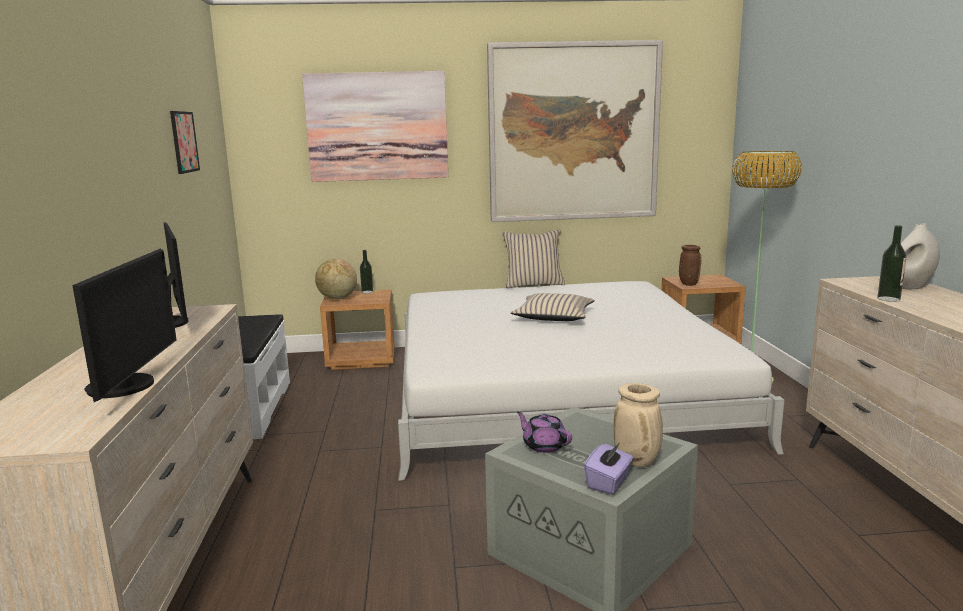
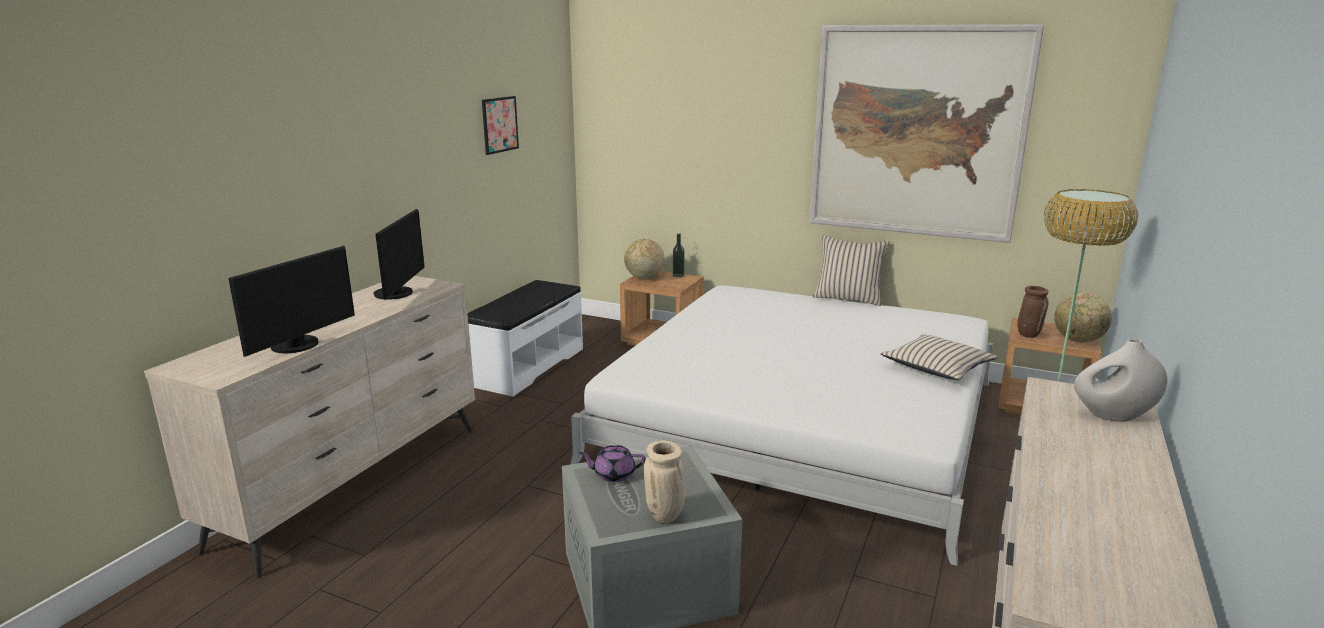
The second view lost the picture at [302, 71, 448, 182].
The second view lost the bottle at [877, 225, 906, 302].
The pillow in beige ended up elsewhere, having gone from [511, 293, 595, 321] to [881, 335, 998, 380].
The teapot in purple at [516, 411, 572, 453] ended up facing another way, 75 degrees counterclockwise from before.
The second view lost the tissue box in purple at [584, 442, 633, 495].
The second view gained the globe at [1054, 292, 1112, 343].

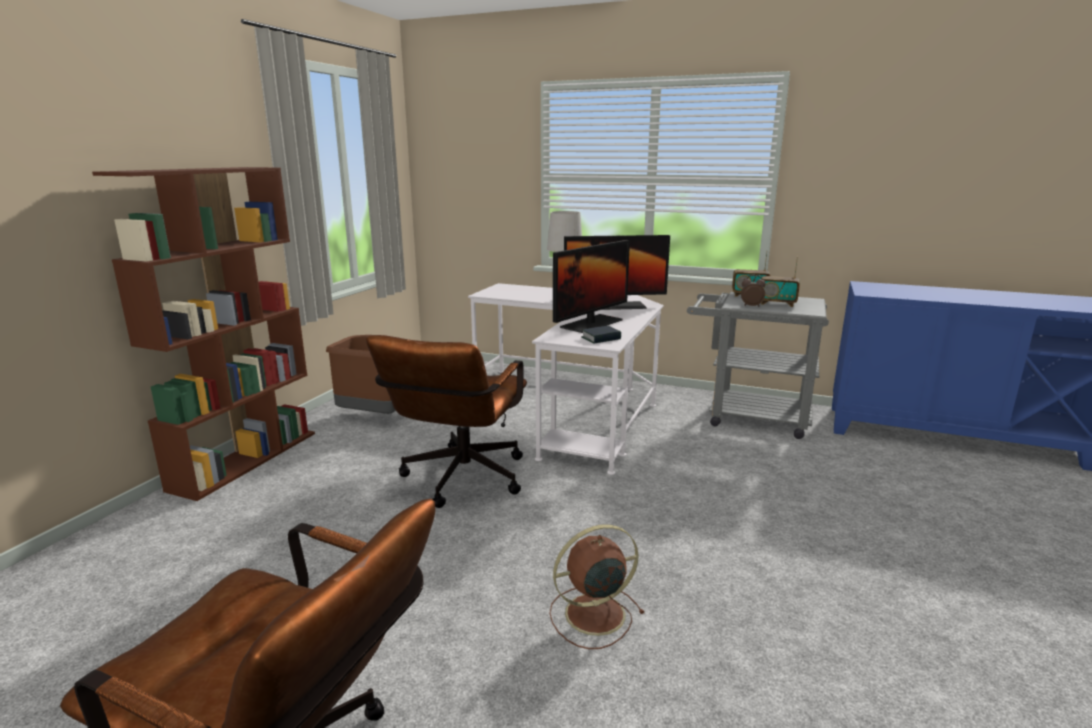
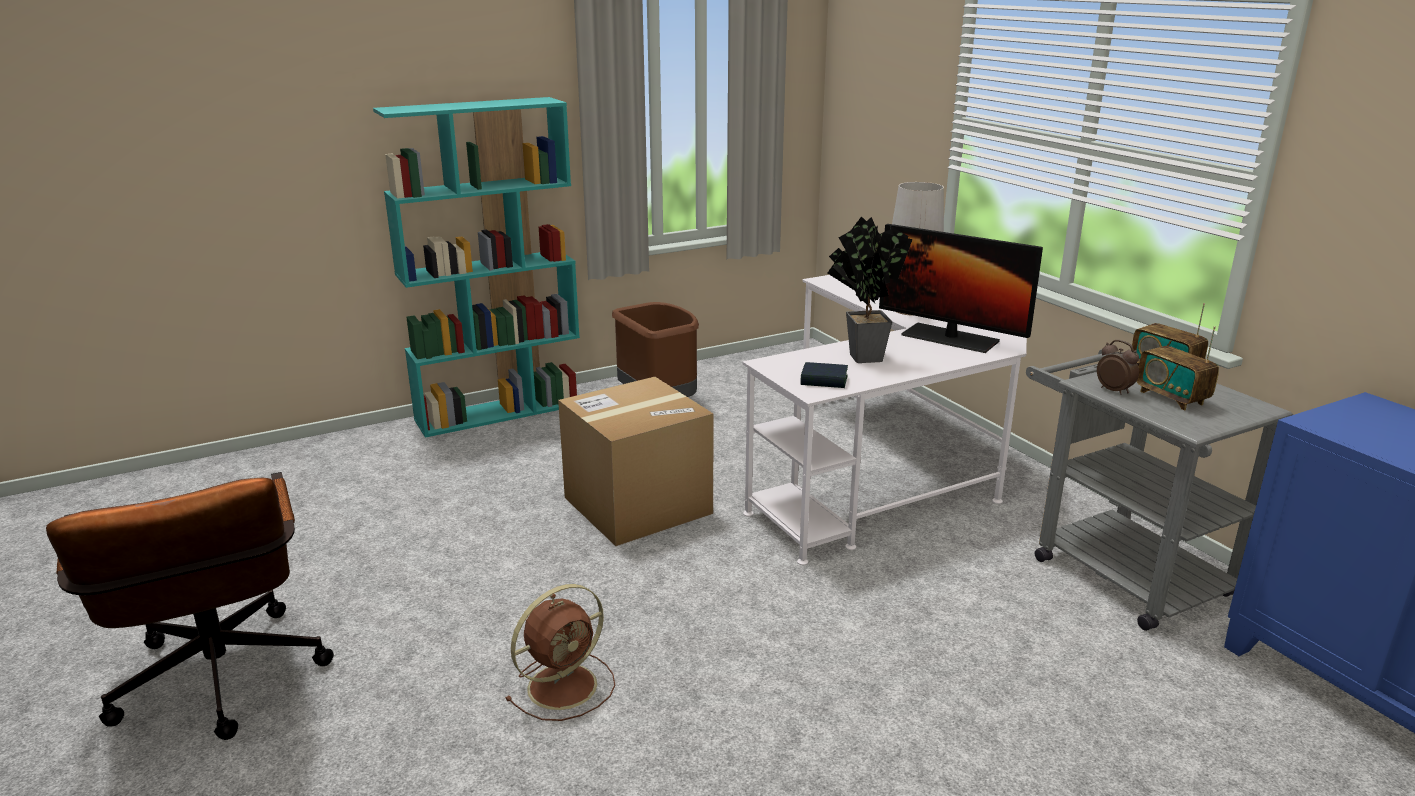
What was the bookcase in brown at [92, 167, 315, 501] turned into the bookcase in turquoise at [373, 97, 580, 438].
Where the monitor stood at [553, 240, 630, 333], the potted plant came to stand at [828, 216, 913, 363].
Where the office chair in brown stood at [366, 335, 527, 508], the cardboard box came to stand at [558, 377, 714, 546].
The fan in brown at [549, 524, 645, 649] ended up facing another way, 120 degrees clockwise from before.

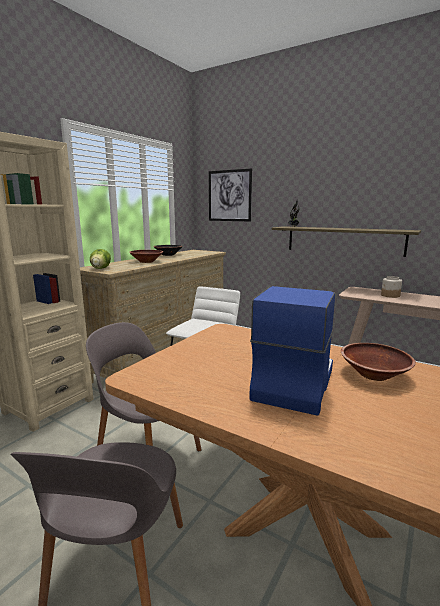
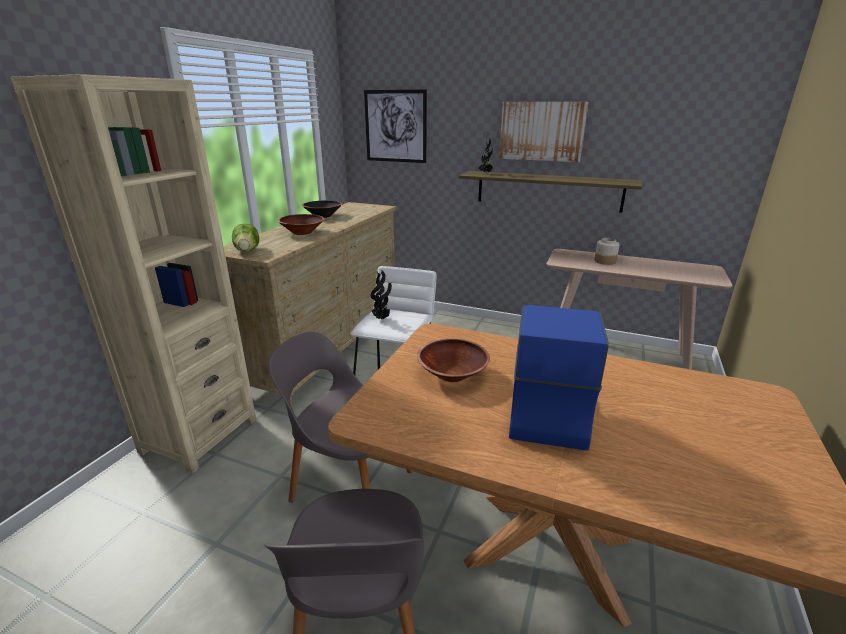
The bowl in brown ended up elsewhere, having gone from [341, 343, 416, 381] to [417, 339, 490, 382].
The second view gained the picture at [499, 102, 588, 162].
The second view gained the potted plant at [371, 271, 392, 320].

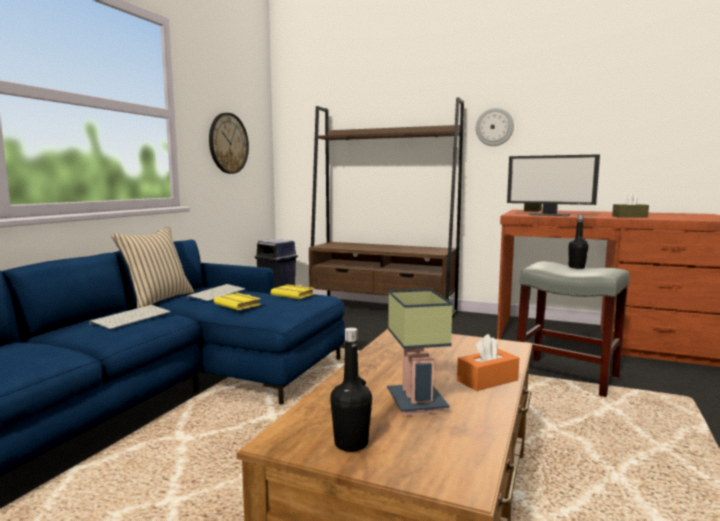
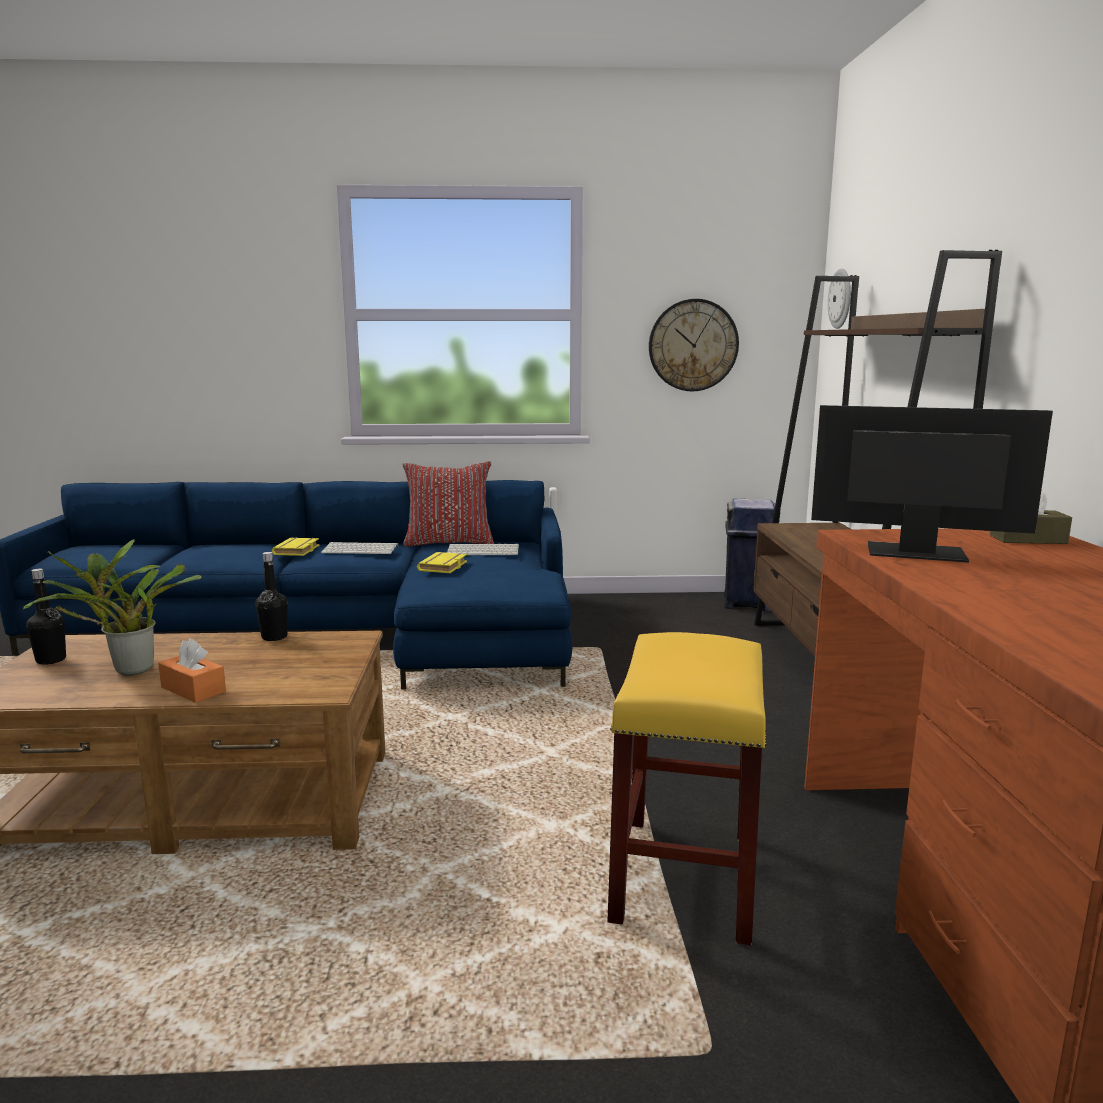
The wall clock ended up elsewhere, having gone from [476, 108, 514, 146] to [828, 269, 851, 329].
The monitor at [507, 154, 600, 216] ended up facing another way, 105 degrees clockwise from before.
The second view lost the tissue box in brown at [612, 192, 649, 218].
The bottle in black ended up elsewhere, having gone from [568, 215, 588, 269] to [256, 552, 288, 641].
What was the pillow in beige at [111, 226, 194, 308] turned into the pillow in red at [403, 461, 494, 547].
What was the stool in grey at [517, 261, 630, 397] turned into the stool in yellow at [607, 632, 767, 945].
The book in yellow ended up elsewhere, having gone from [271, 284, 315, 299] to [272, 537, 319, 556].
Where the table lamp stood at [387, 289, 453, 416], the potted plant came to stand at [23, 539, 201, 676].

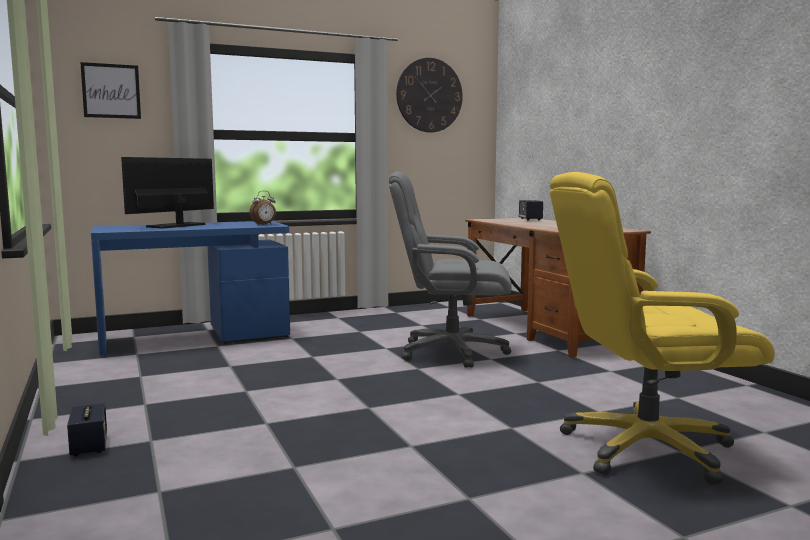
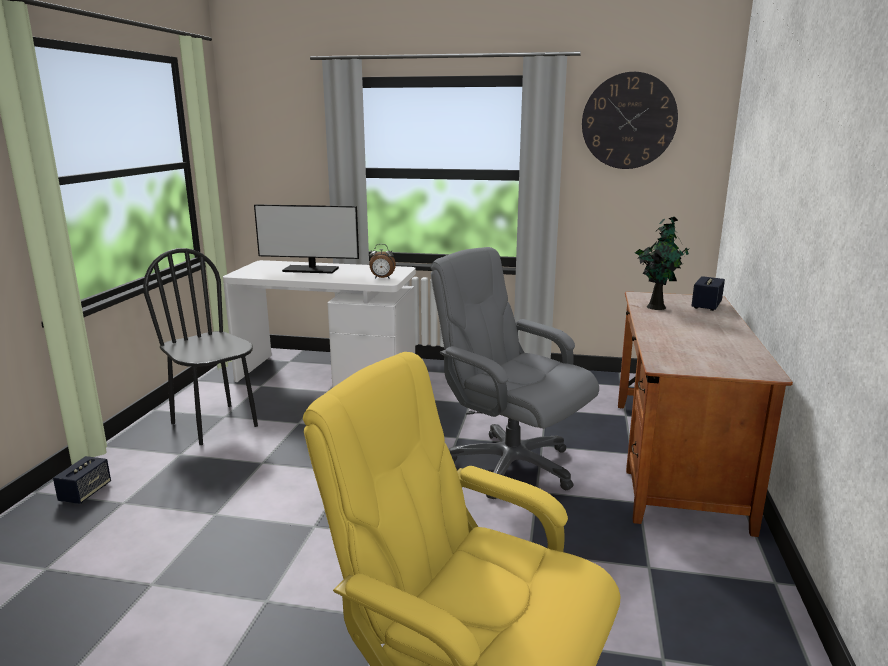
The second view lost the picture at [80, 62, 141, 119].
The monitor at [121, 157, 214, 229] ended up facing another way, 150 degrees counterclockwise from before.
What was the desk in blue at [91, 221, 290, 356] turned into the desk in white at [223, 260, 416, 388].
The second view gained the potted plant at [635, 217, 690, 310].
The second view gained the chair in black at [143, 248, 258, 445].

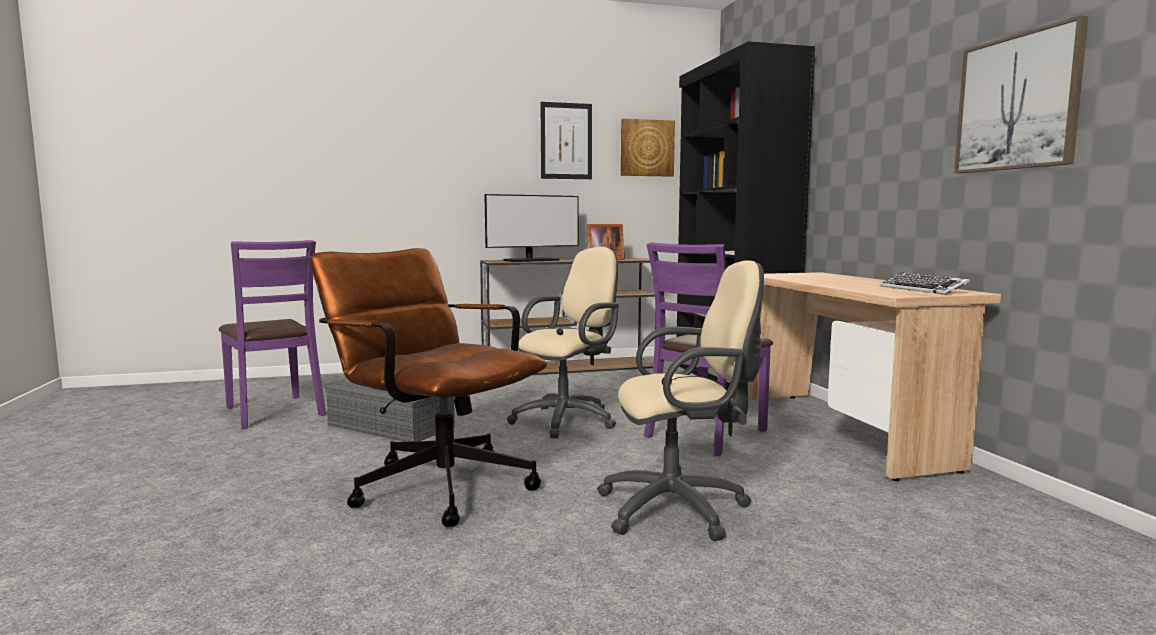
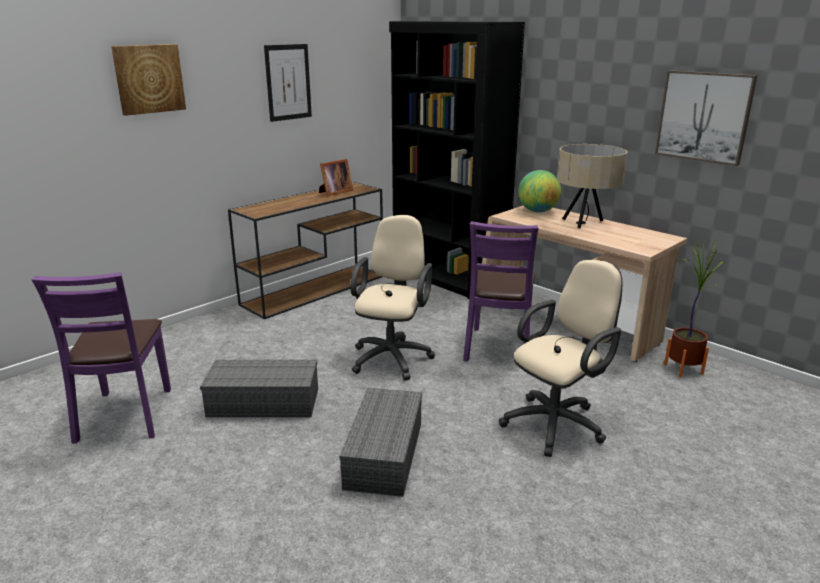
The picture ended up elsewhere, having gone from [621, 119, 675, 177] to [111, 44, 186, 116].
The second view lost the monitor at [484, 194, 579, 262].
The chair in purple at [219, 240, 326, 429] ended up facing another way, 60 degrees clockwise from before.
Where the office chair in brown stood at [310, 248, 547, 527], the storage box in grey came to stand at [340, 388, 422, 497].
The second view lost the keyboard at [880, 272, 970, 295].
The second view gained the table lamp in beige at [557, 144, 628, 228].
The second view gained the globe at [518, 170, 561, 212].
The second view gained the potted plant at [664, 236, 728, 378].

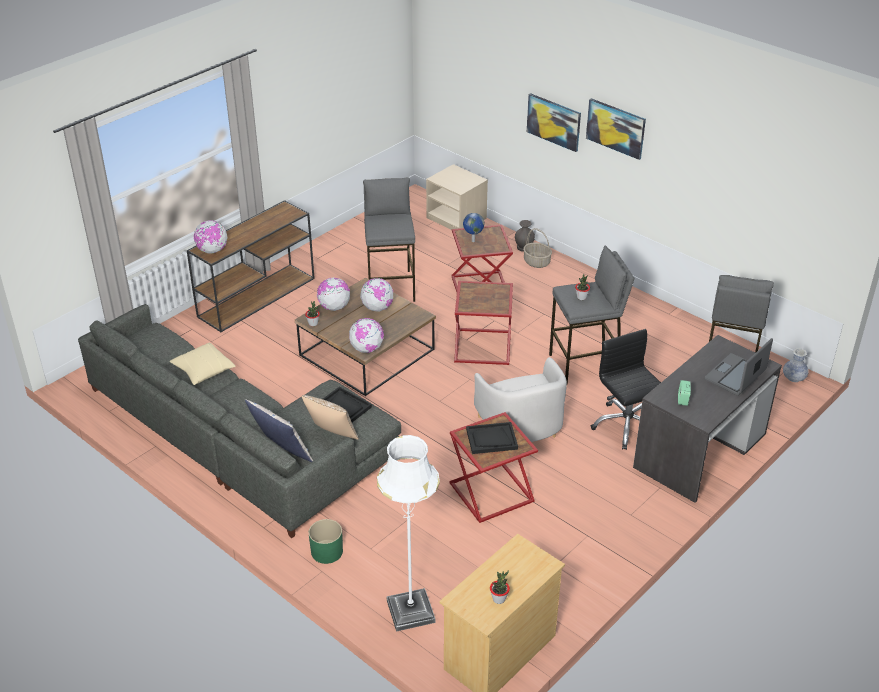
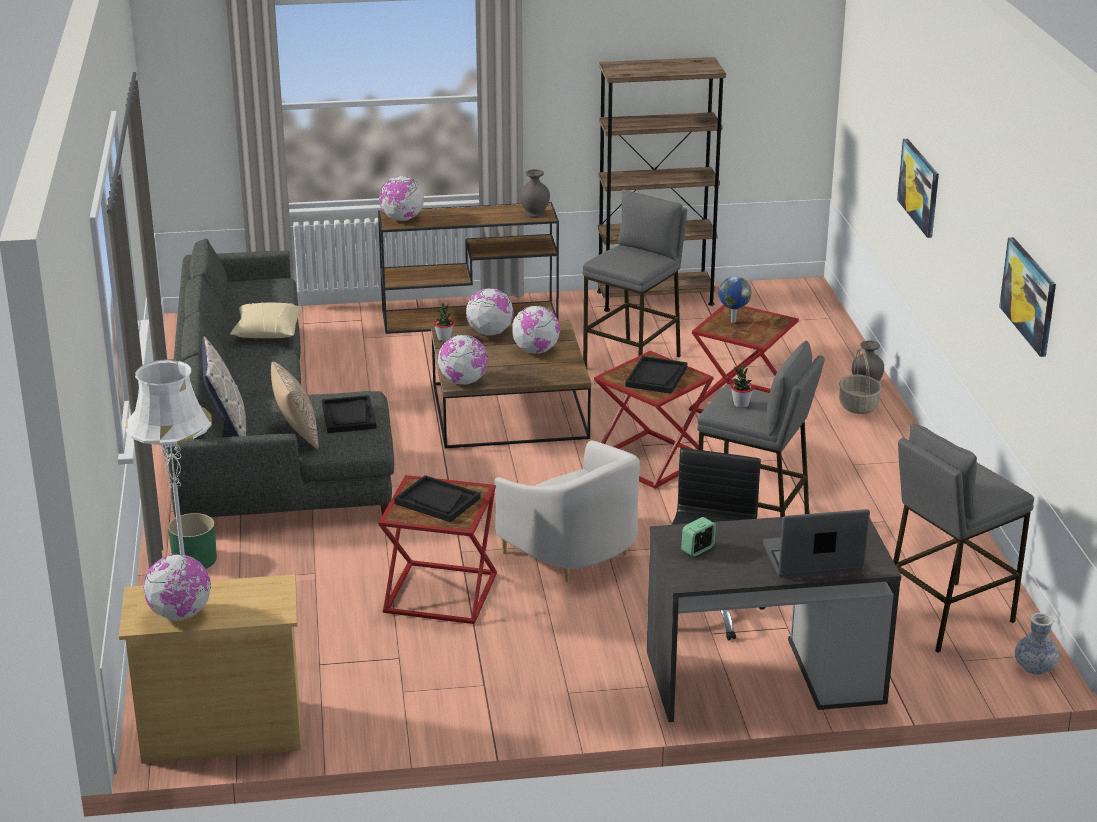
The picture ended up elsewhere, having gone from [586, 98, 646, 160] to [999, 237, 1056, 357].
The second view lost the nightstand in beige at [426, 164, 488, 230].
The armchair in white at [474, 357, 567, 442] ended up facing another way, 60 degrees counterclockwise from before.
Where the potted plant stood at [490, 570, 510, 604], the globe came to stand at [144, 554, 211, 621].
The second view gained the bookcase in brown at [597, 57, 726, 312].
The second view gained the vase in grey at [520, 169, 550, 218].
The second view gained the tray in black at [625, 356, 687, 394].

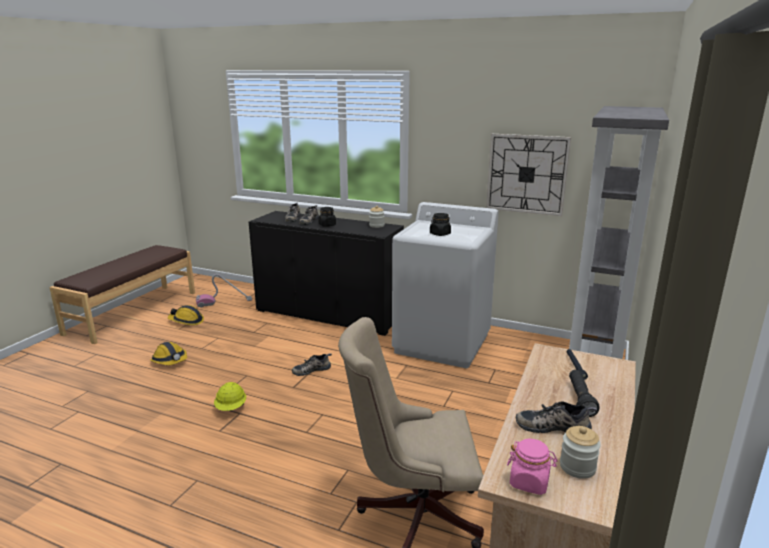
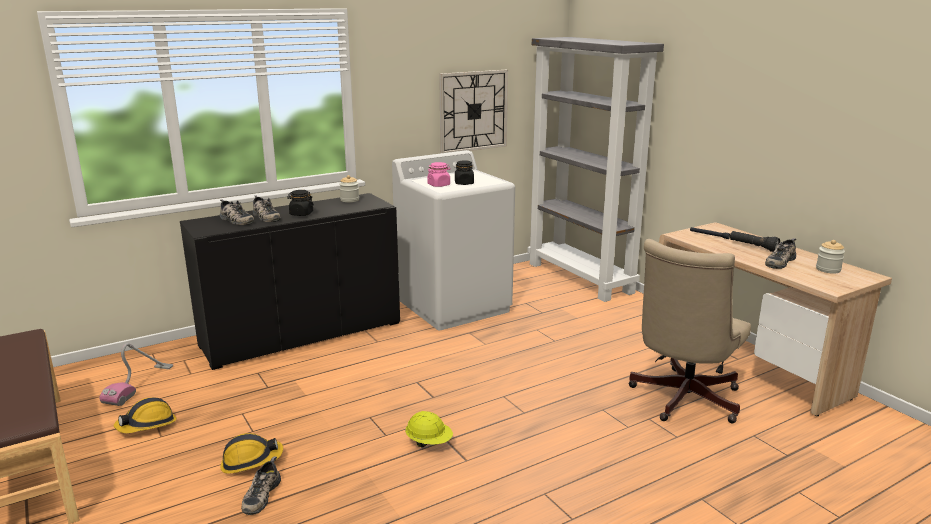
The shoe ended up elsewhere, having gone from [292, 353, 332, 376] to [241, 456, 281, 515].
The jar in pink ended up elsewhere, having gone from [507, 439, 558, 495] to [427, 162, 451, 187].

